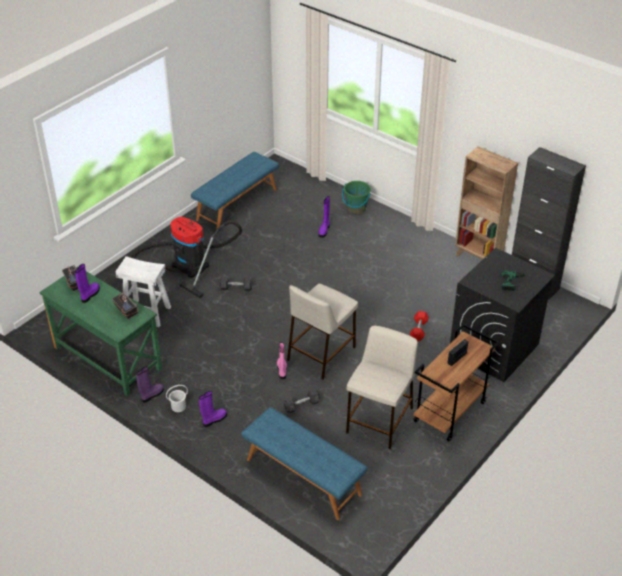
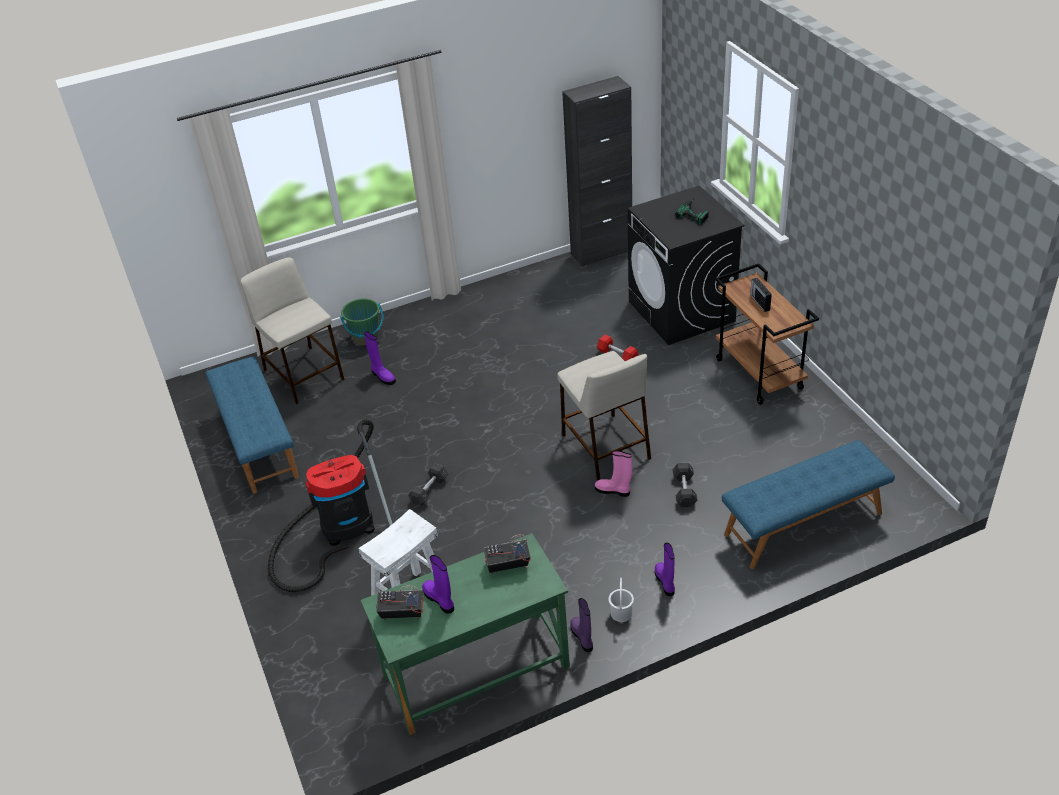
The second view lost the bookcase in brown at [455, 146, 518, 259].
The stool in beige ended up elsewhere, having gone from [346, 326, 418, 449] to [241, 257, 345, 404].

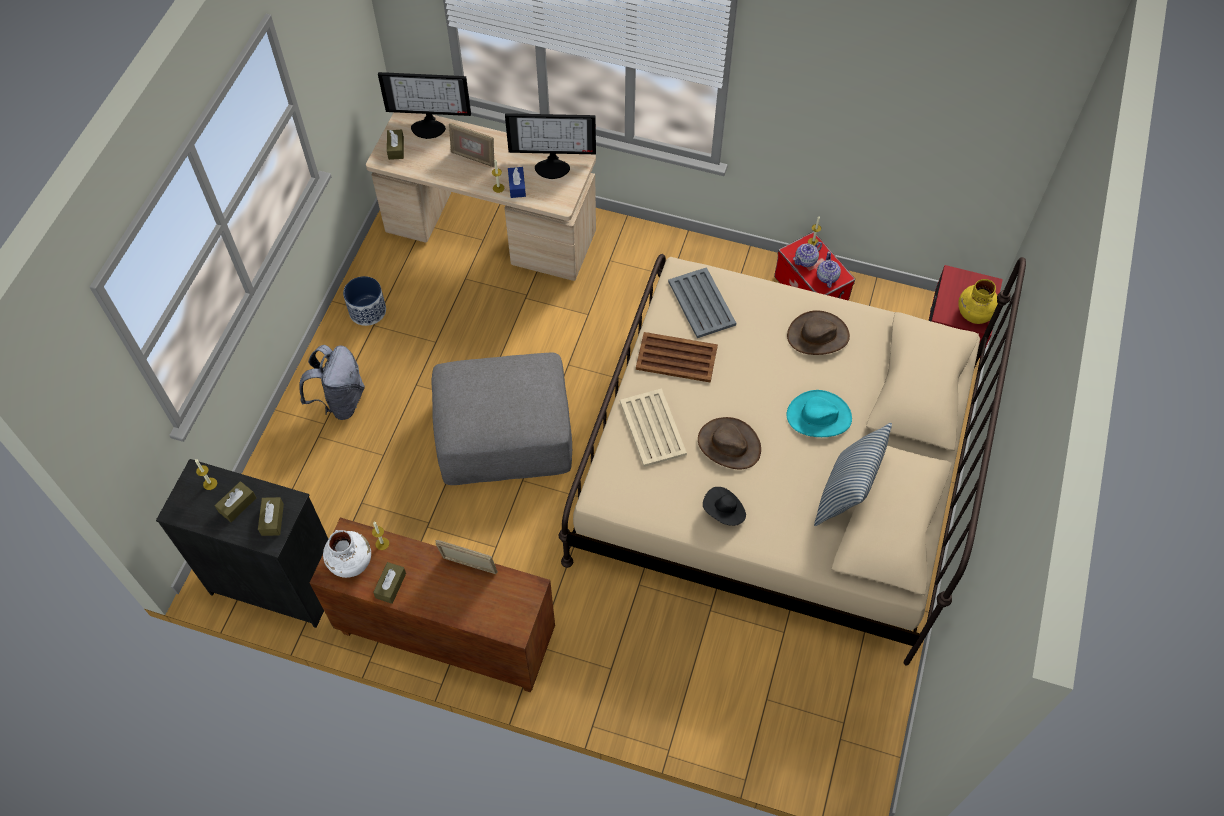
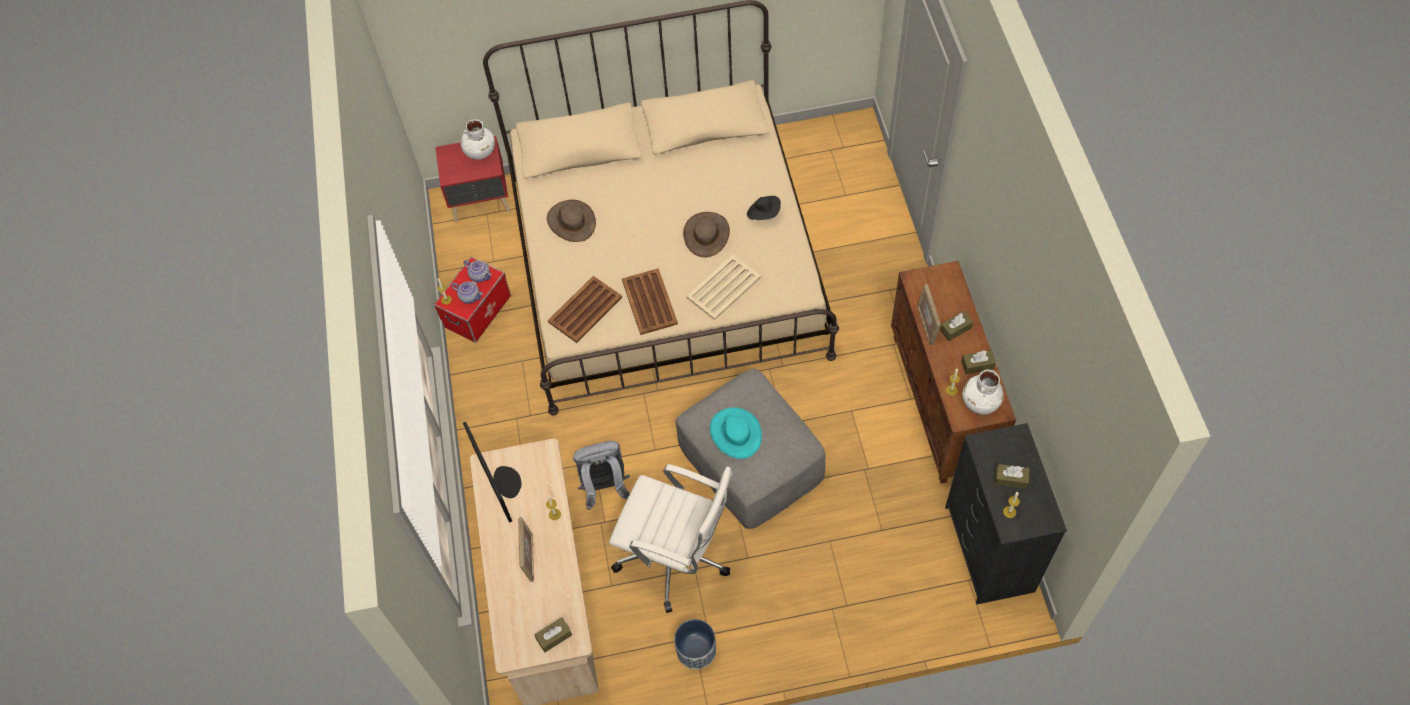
The second view lost the monitor at [378, 72, 471, 139].
The second view lost the tissue box in blue at [508, 167, 526, 198].
The teapot at [817, 251, 841, 288] ended up facing another way, 120 degrees counterclockwise from before.
What was the tray in grey at [668, 267, 736, 338] turned into the tray in brown at [548, 276, 622, 343].
What was the vase in yellow at [958, 279, 998, 324] turned into the vase in white at [460, 119, 495, 160].
The backpack in grey ended up elsewhere, having gone from [299, 345, 365, 420] to [573, 441, 630, 510].
The hat in turquoise ended up elsewhere, having gone from [787, 390, 852, 437] to [710, 407, 762, 459].
The second view lost the pillow at [814, 423, 892, 526].
The tissue box in brown ended up elsewhere, having gone from [258, 497, 284, 536] to [940, 311, 973, 341].
The second view gained the office chair in white at [609, 464, 732, 613].

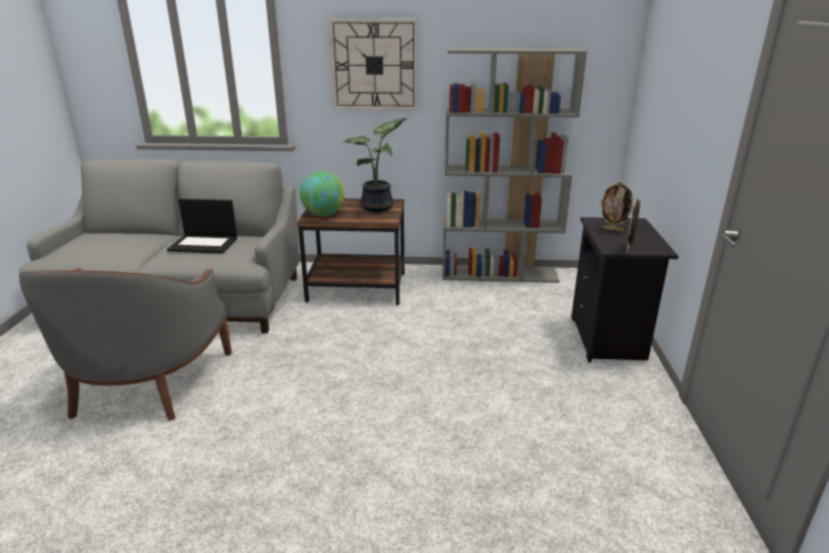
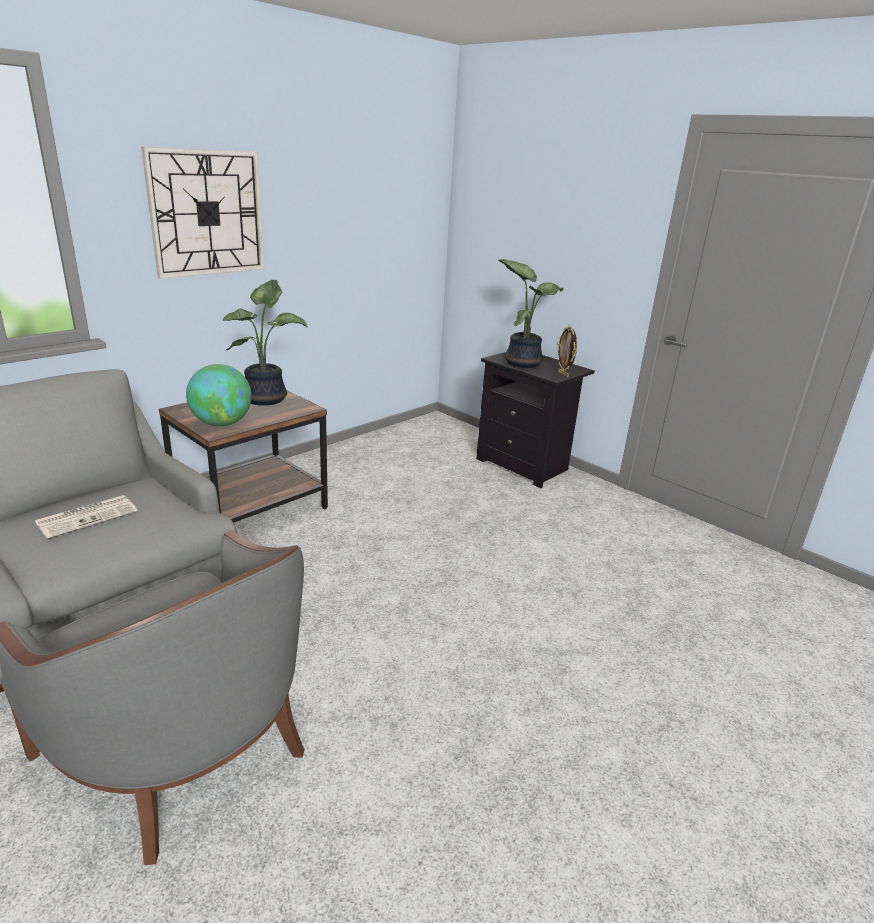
The second view lost the bookcase in grey at [442, 47, 587, 283].
Where the picture frame stood at [599, 181, 634, 232], the potted plant came to stand at [498, 259, 563, 368].
Where the laptop stood at [167, 199, 237, 254], the newspaper came to stand at [35, 495, 137, 539].

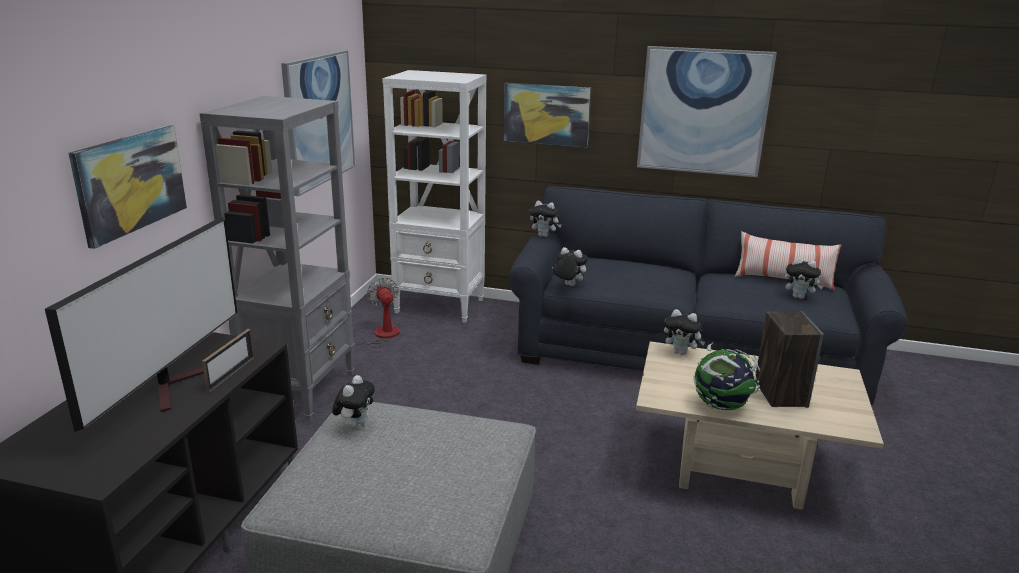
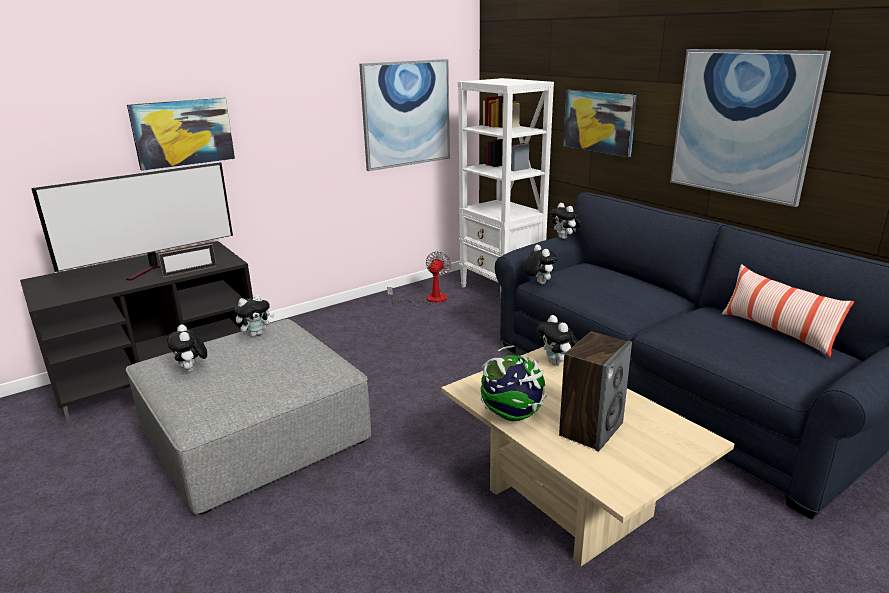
The second view lost the bookcase in grey at [199, 96, 355, 421].
The plush toy ended up elsewhere, having gone from [784, 258, 823, 299] to [167, 325, 207, 373].

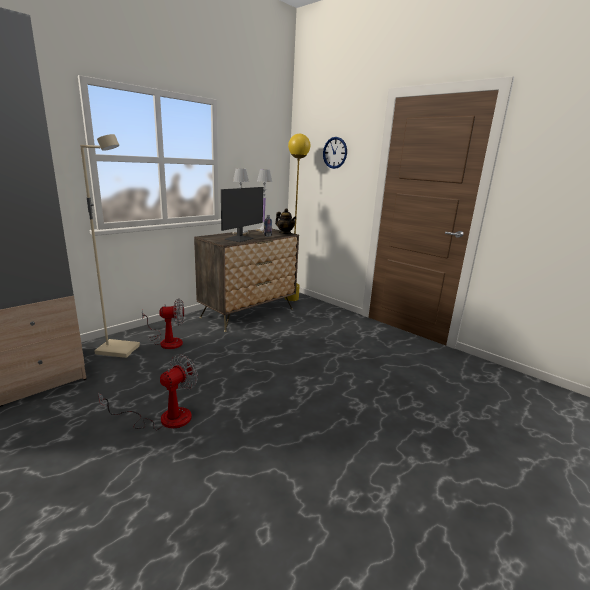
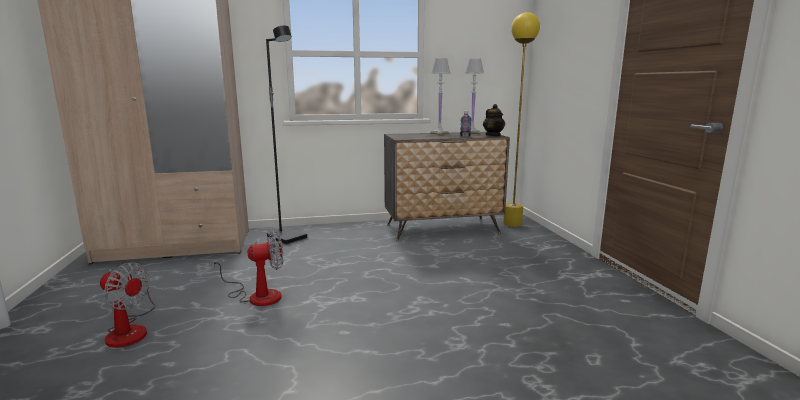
What was the floor lamp in beige at [80, 134, 140, 358] turned into the floor lamp in black at [266, 26, 307, 245].
The second view lost the wall clock at [323, 137, 347, 169].
The second view lost the monitor at [221, 187, 263, 242].
The fan ended up elsewhere, having gone from [142, 298, 184, 349] to [100, 262, 155, 348].

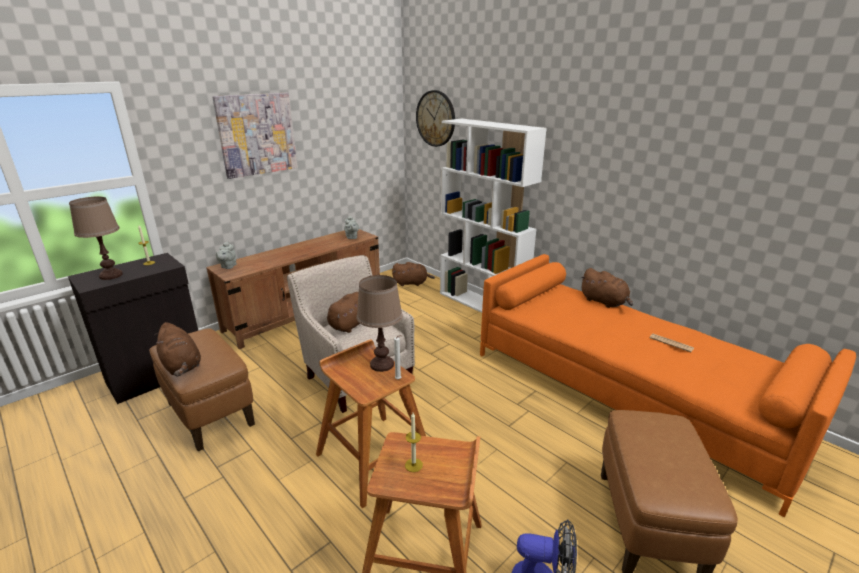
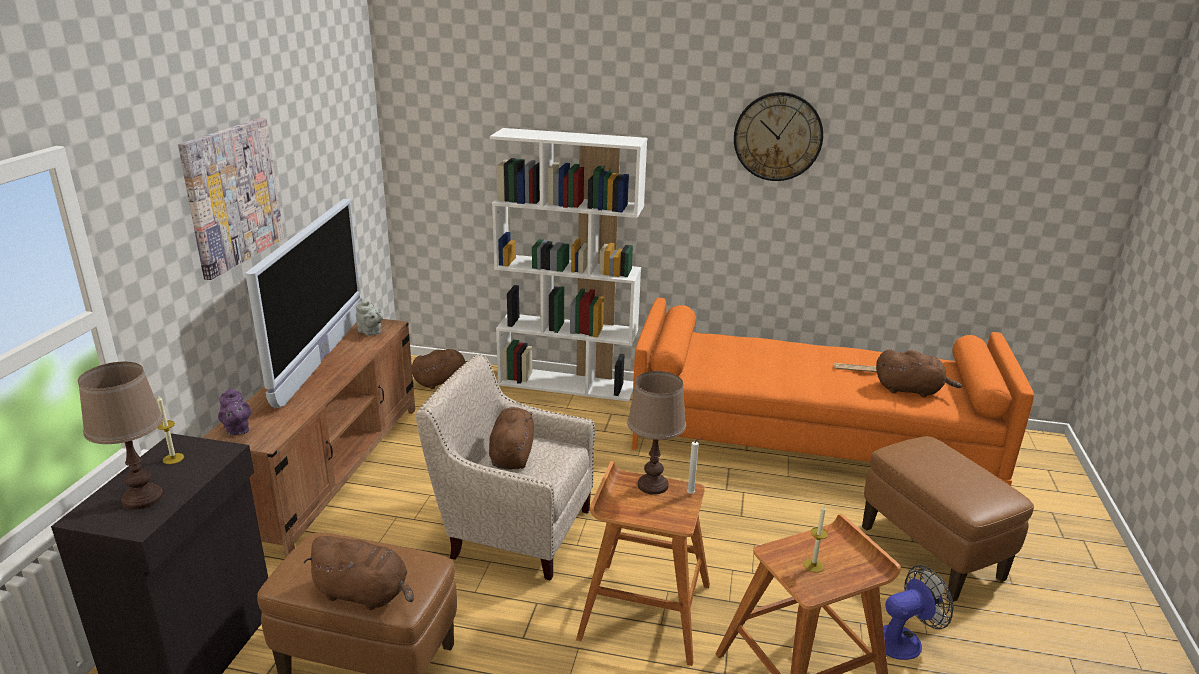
The wall clock ended up elsewhere, having gone from [416, 90, 455, 147] to [734, 92, 823, 181].
What was the teapot in grey at [216, 241, 237, 269] turned into the teapot in purple at [218, 387, 251, 435].
The plush toy in brown ended up elsewhere, having gone from [580, 268, 633, 308] to [876, 349, 962, 397].
The second view gained the television at [245, 199, 361, 408].

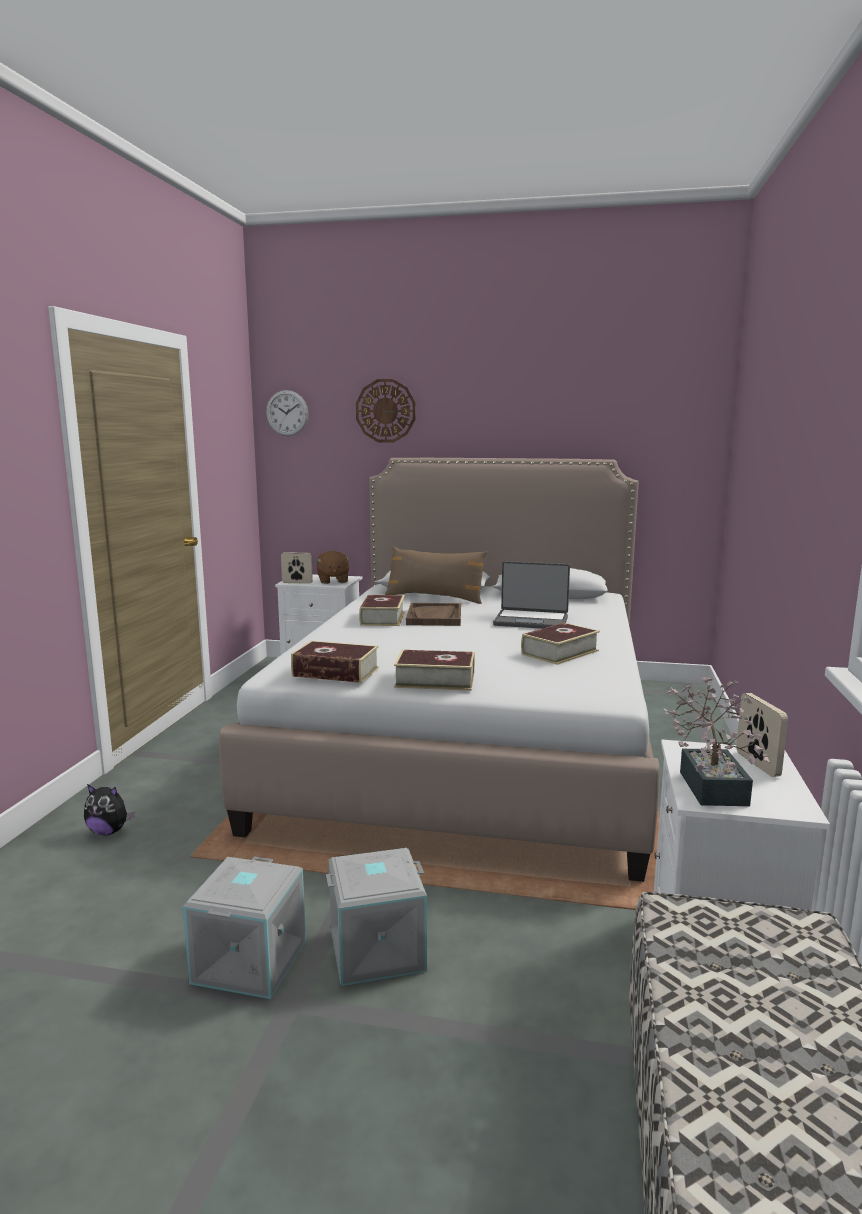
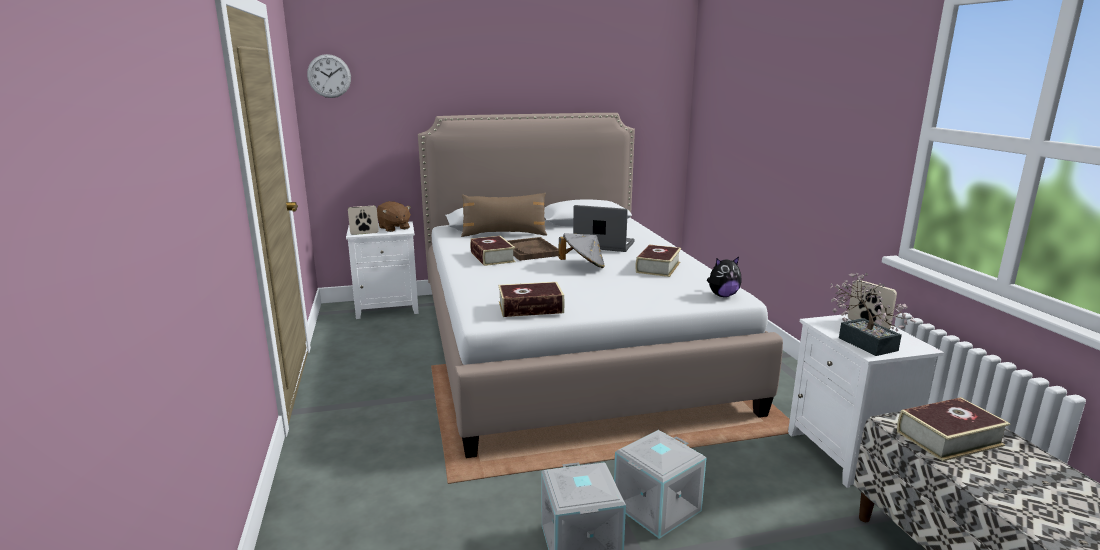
The second view lost the wall clock at [356, 379, 416, 442].
The laptop at [493, 561, 570, 629] ended up facing another way, 150 degrees counterclockwise from before.
The book ended up elsewhere, having gone from [394, 650, 475, 691] to [897, 397, 1011, 461].
The plush toy ended up elsewhere, having gone from [84, 784, 135, 836] to [707, 257, 742, 297].
The second view gained the hat in grey at [558, 233, 605, 268].

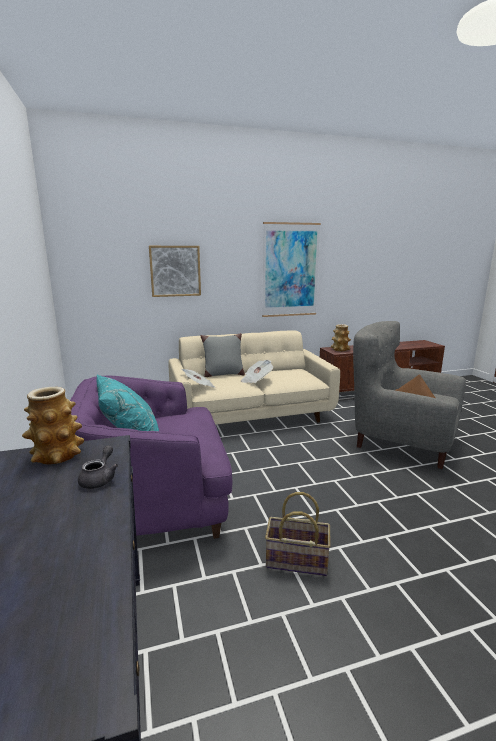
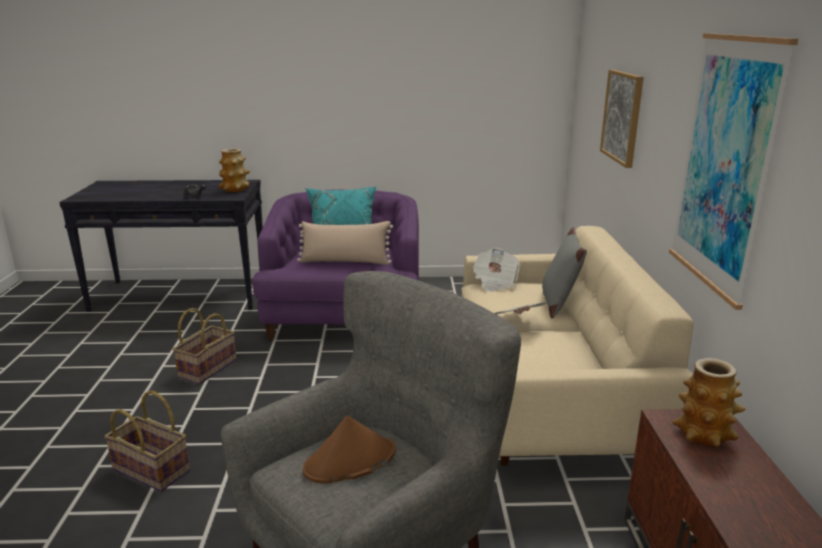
The second view gained the pillow in beige at [297, 221, 393, 265].
The second view gained the basket at [104, 391, 190, 492].

